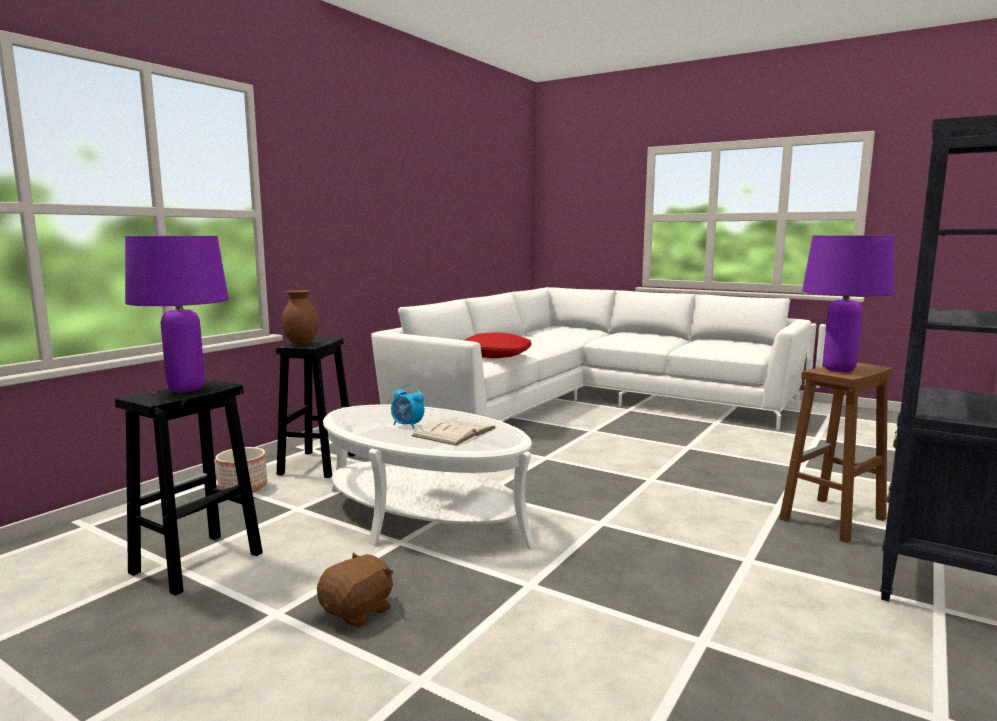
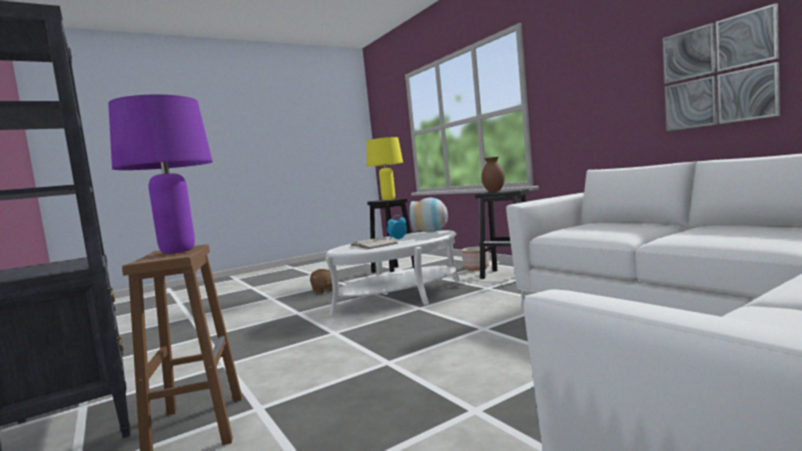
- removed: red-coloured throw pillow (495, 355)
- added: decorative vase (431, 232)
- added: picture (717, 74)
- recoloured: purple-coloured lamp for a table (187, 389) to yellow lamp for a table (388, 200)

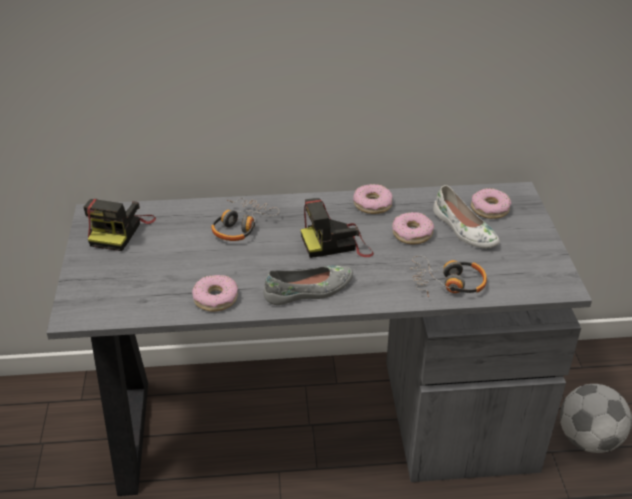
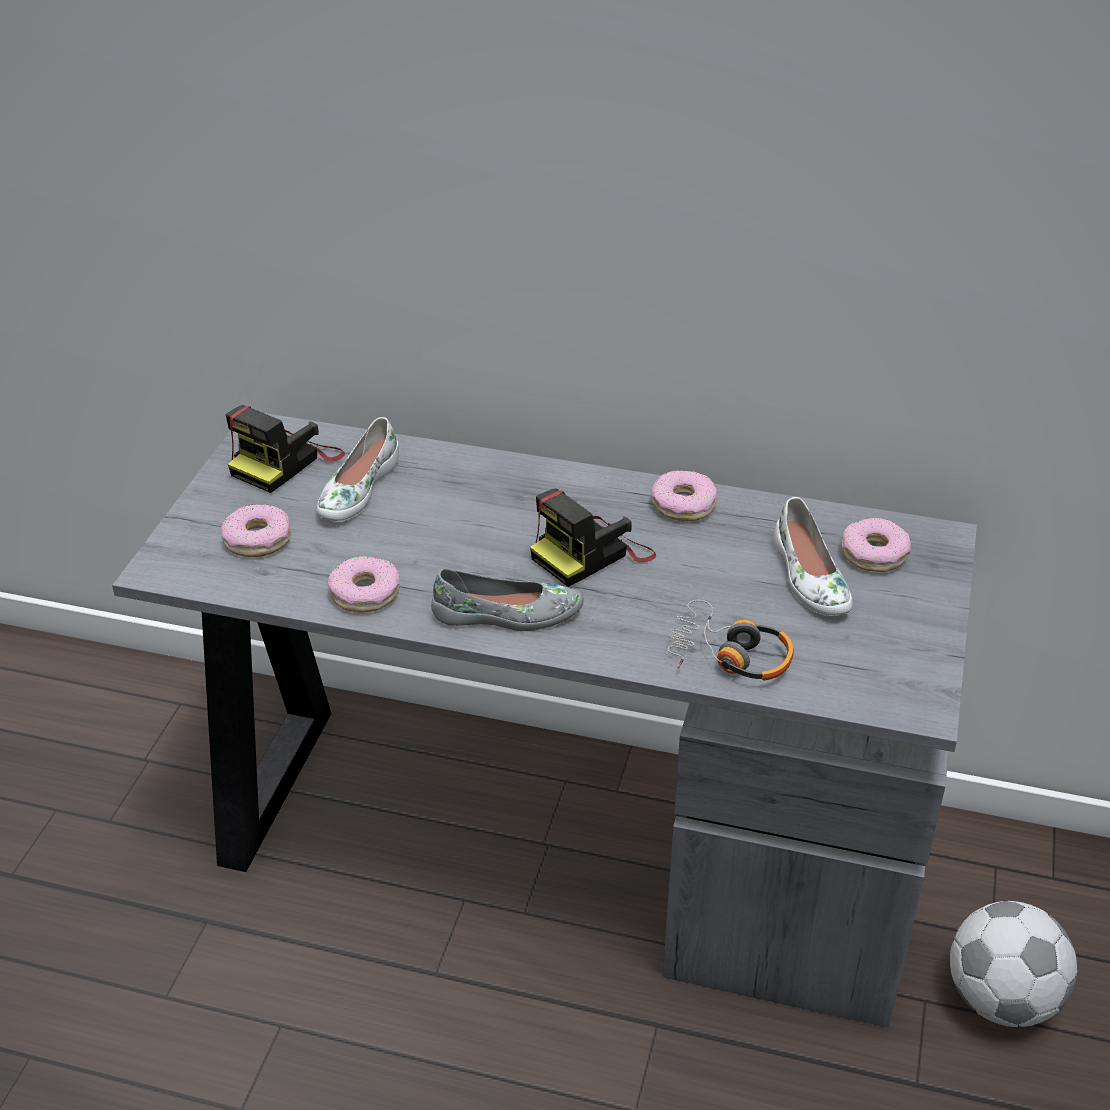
- removed: headset (241, 225)
- added: white item of footwear (357, 489)
- moved: ring doughnut (412, 234) to (257, 540)
- turned: still camera (337, 244) = (591, 554) 45 degrees counterclockwise

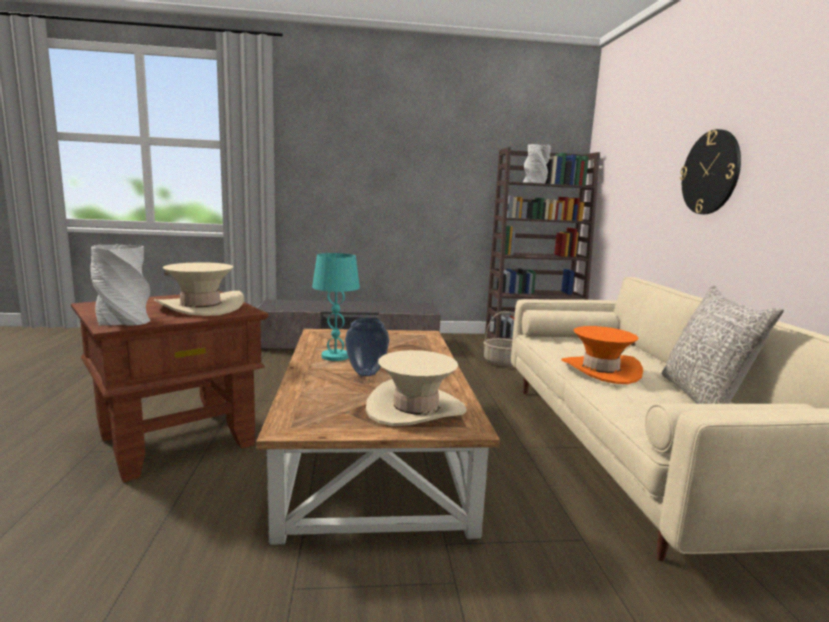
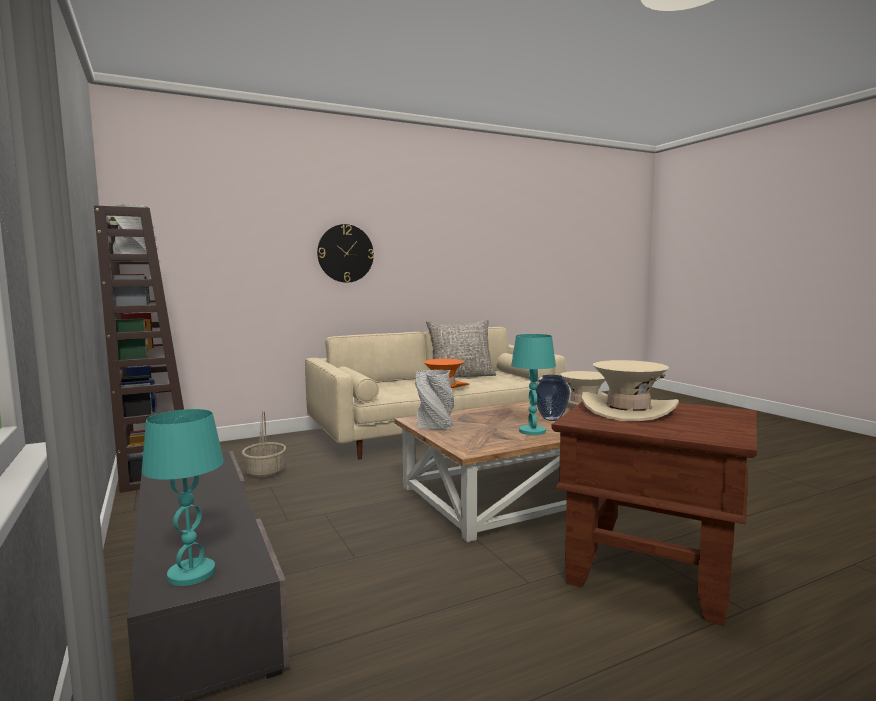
- added: turquoise-coloured lamp for a table (191, 574)
- moved: greyish decorative vase (123, 321) to (435, 426)

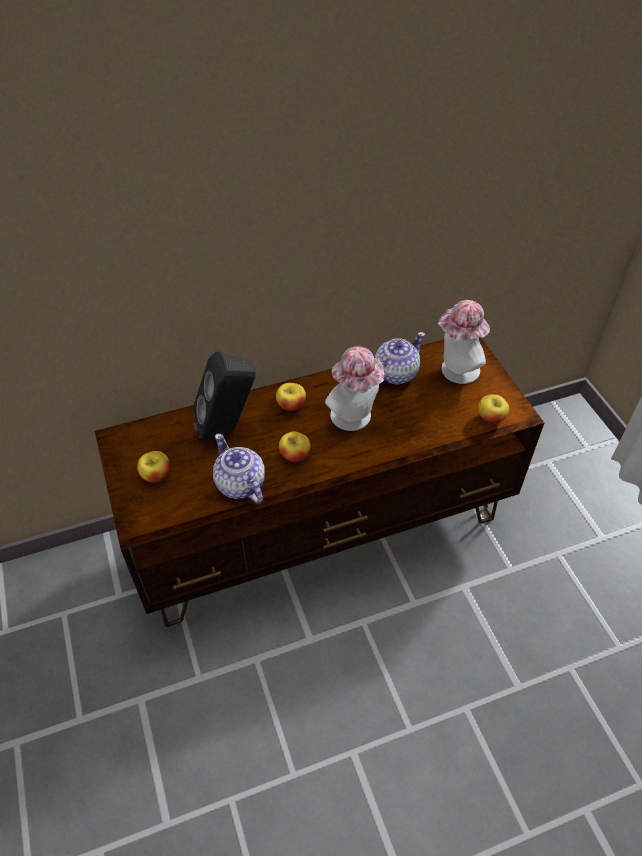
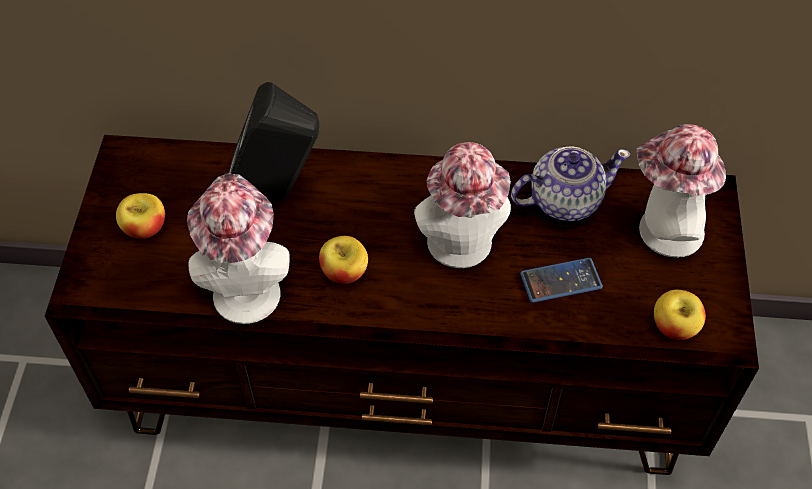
- removed: whole apple (291, 405)
- added: handset (561, 281)
- replaced: pot for tea (240, 485) to hat (245, 286)

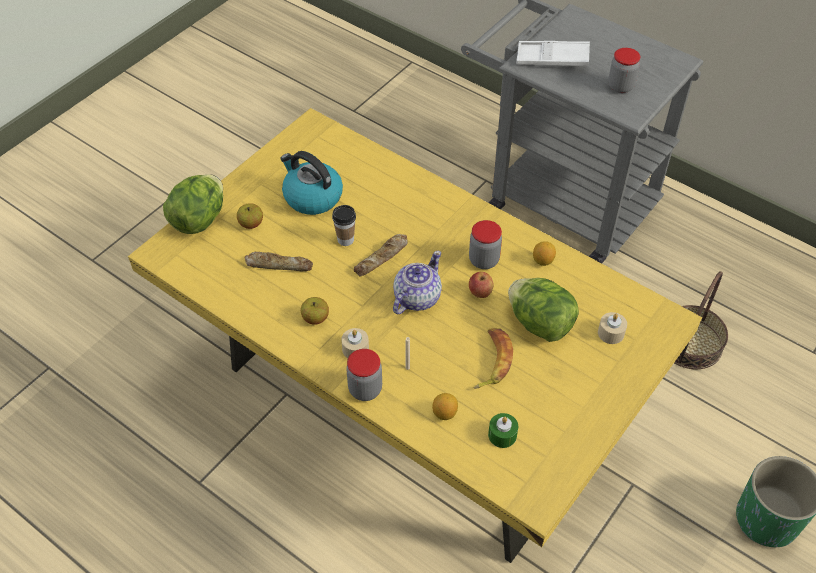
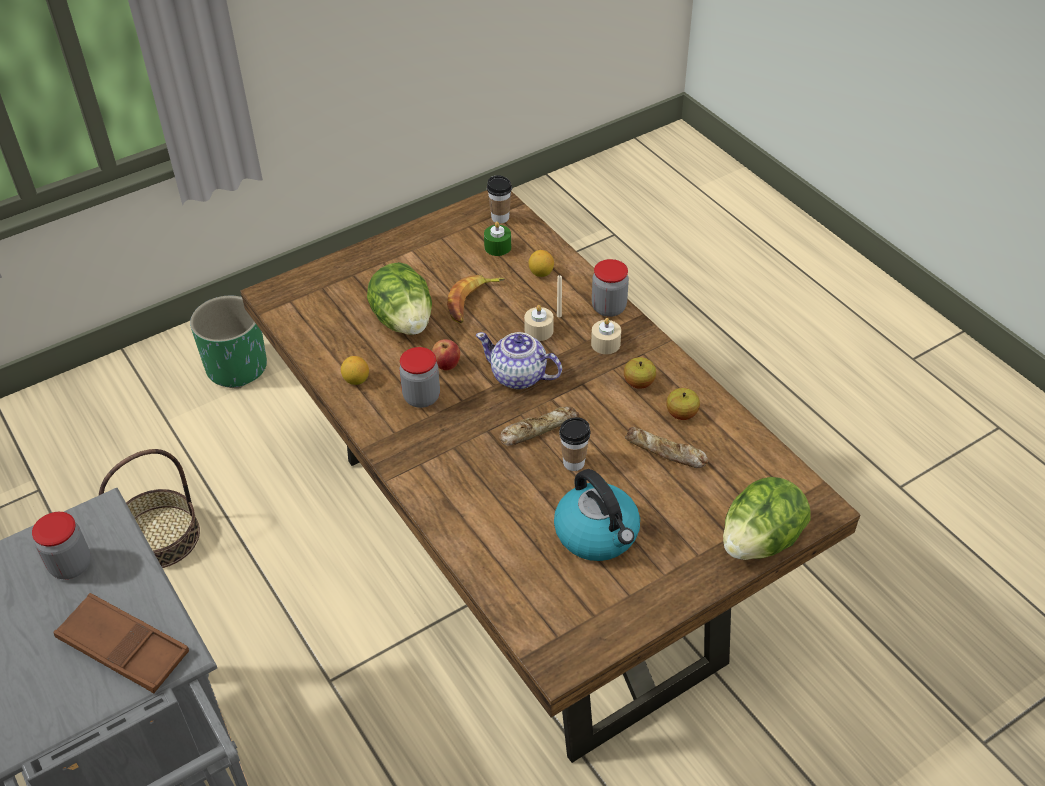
- added: drinking cup (500, 218)
- moved: whole apple (251, 224) to (681, 414)
- moved: sand-coloured candle (611, 333) to (539, 330)
- recoloured: yellow dining table (405, 408) to brown-coloured dining table (528, 558)
- recoloured: white serving tray (552, 58) to brown-coloured serving tray (124, 648)
- turned: pot for tea (416, 298) = (519, 376) 60 degrees clockwise

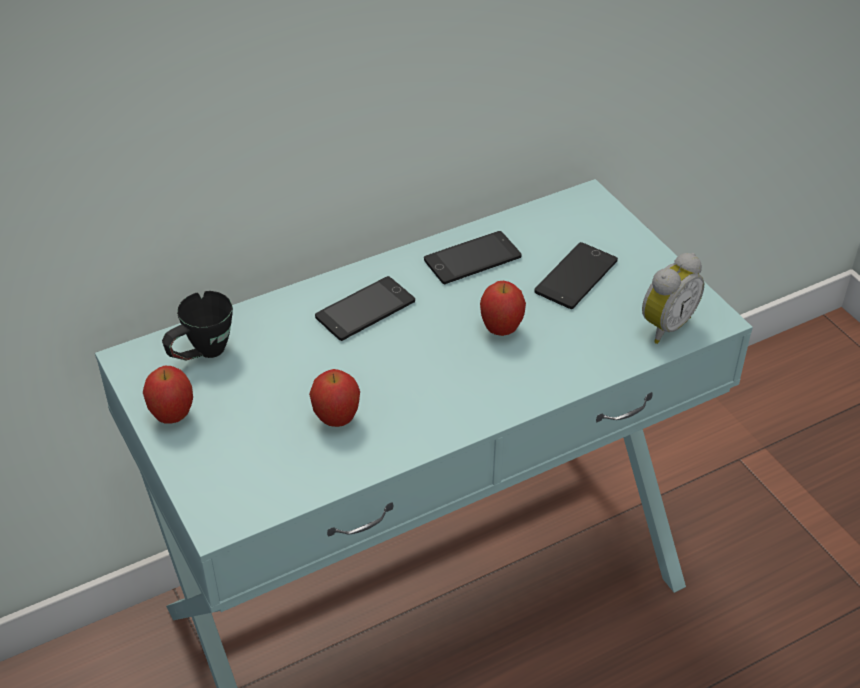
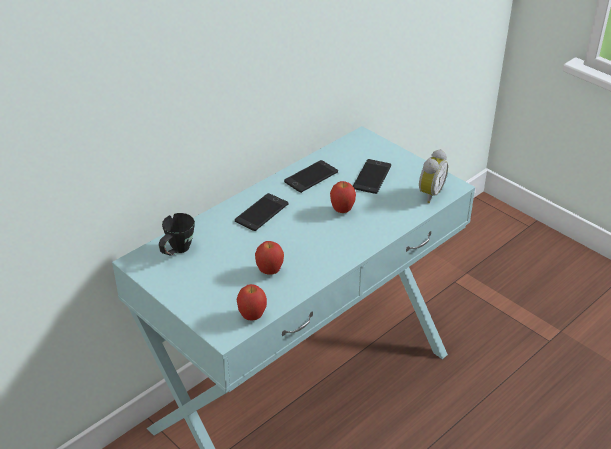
- moved: whole apple (172, 416) to (252, 316)

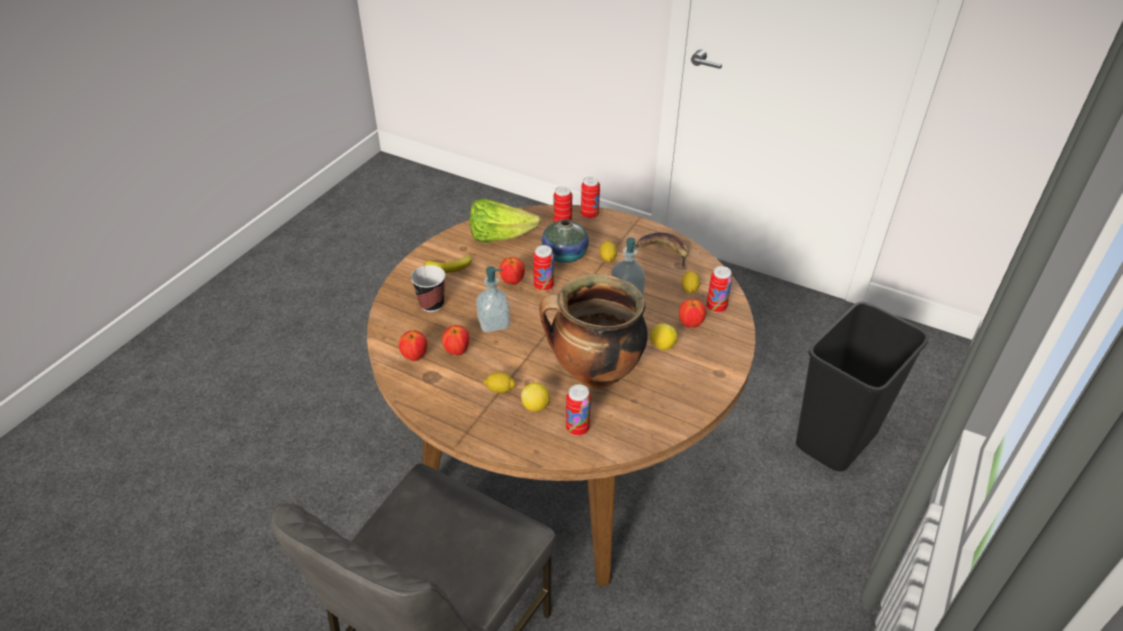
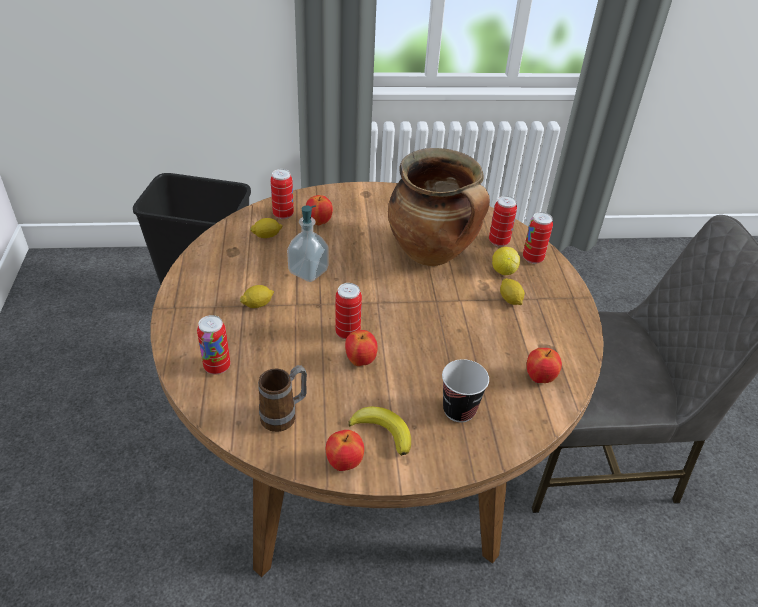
- removed: soap bottle (494, 323)
- removed: decorative vase (565, 255)
- removed: banana (664, 251)
- removed: whole lemon (662, 346)
- moved: whole apple (457, 351) to (344, 463)
- moved: sealed can (589, 215) to (533, 258)
- replaced: head of lettuce (499, 237) to tea mug (285, 415)

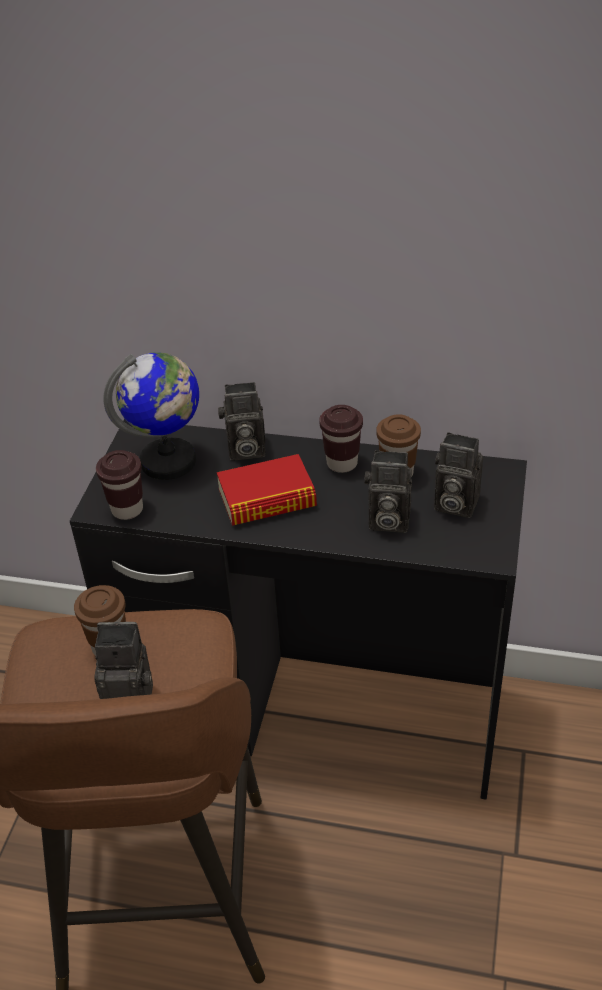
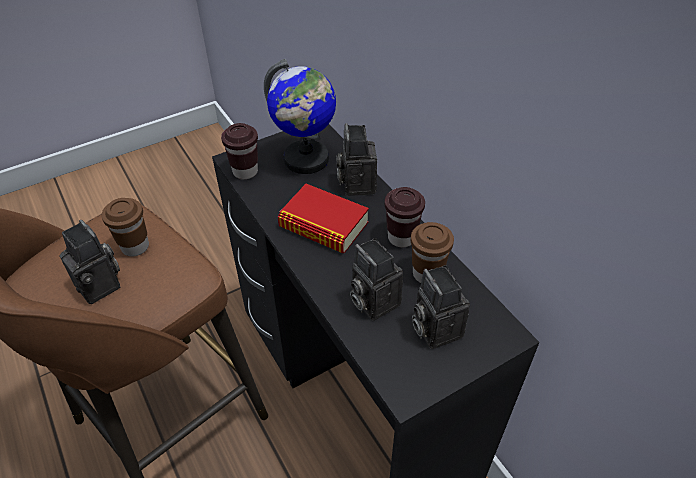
- turned: still camera (244, 450) = (356, 183) 45 degrees clockwise

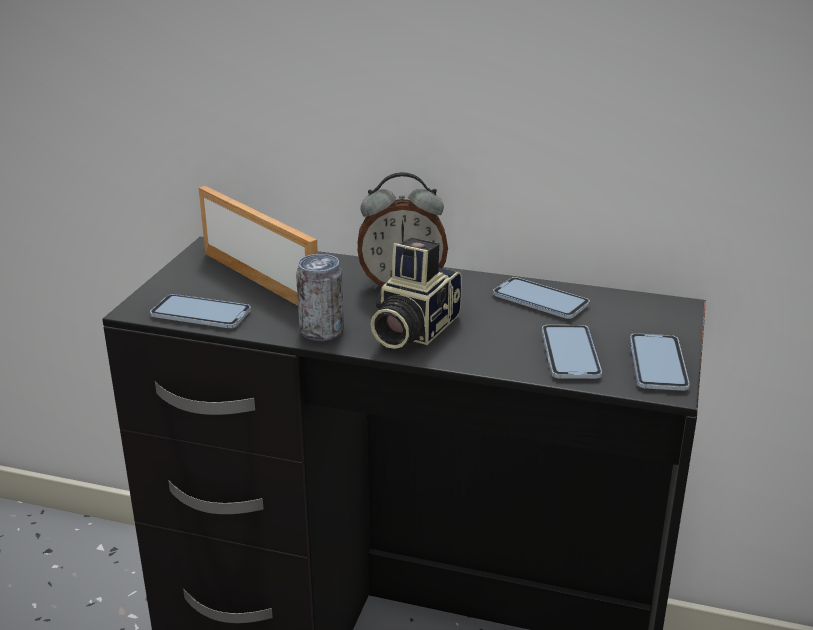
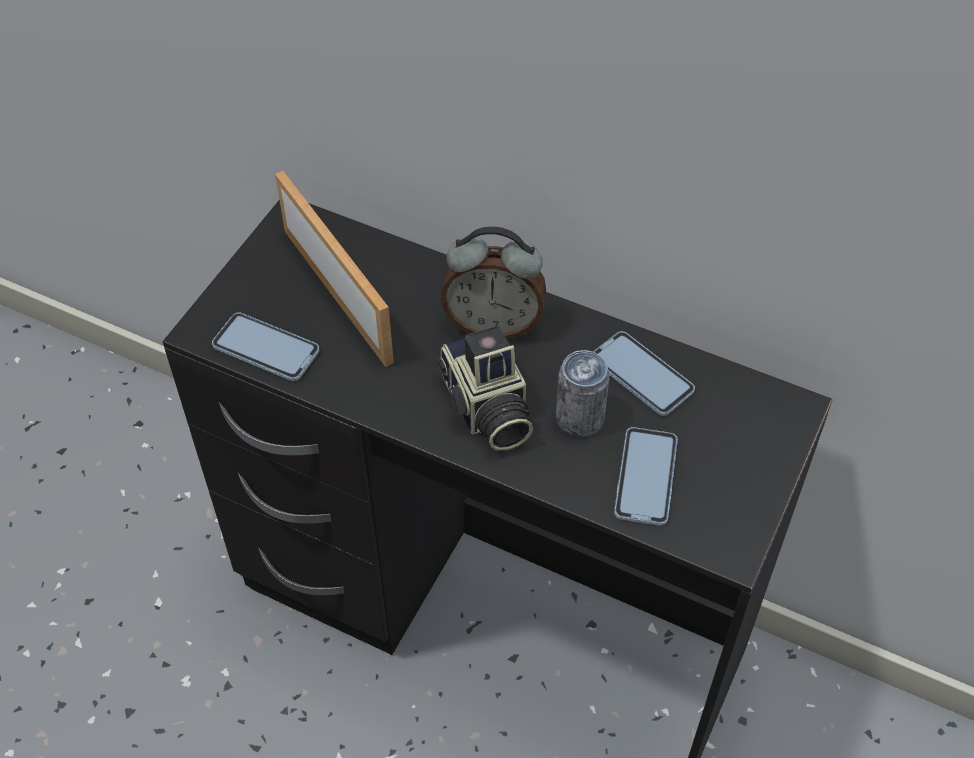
- removed: handset (658, 364)
- moved: sealed can (321, 332) to (579, 419)
- turned: still camera (412, 329) = (486, 409) 60 degrees counterclockwise

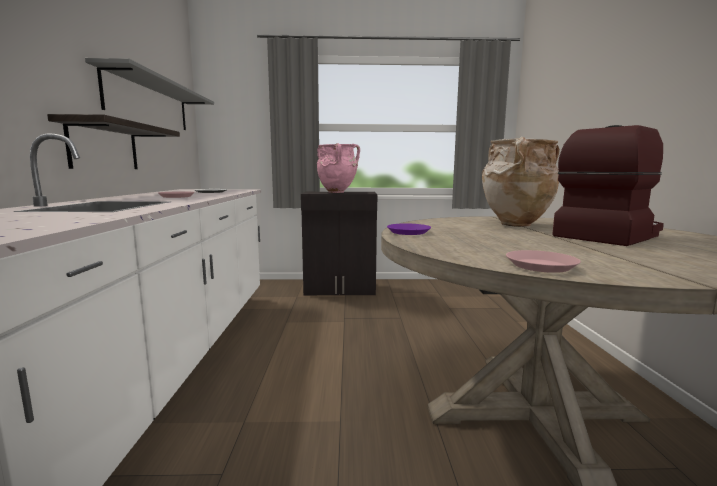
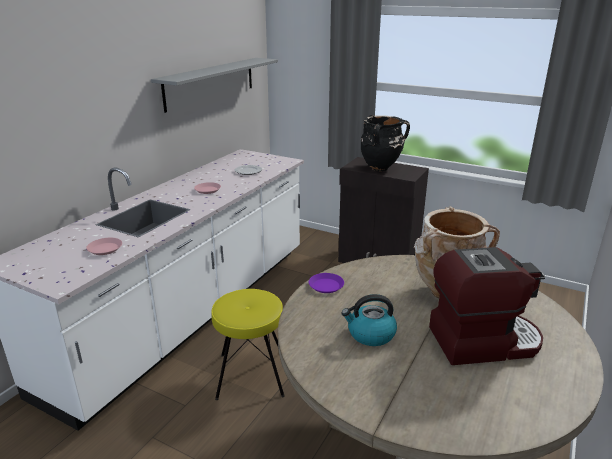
- removed: wall shelf (104, 146)
- added: yellow sitting stool (251, 375)
- added: tea kettle (370, 334)
- moved: pink-coloured flat dish (540, 266) to (105, 249)
- recoloured: pink-coloured decorative vase (337, 192) to blackish decorative vase (380, 169)

